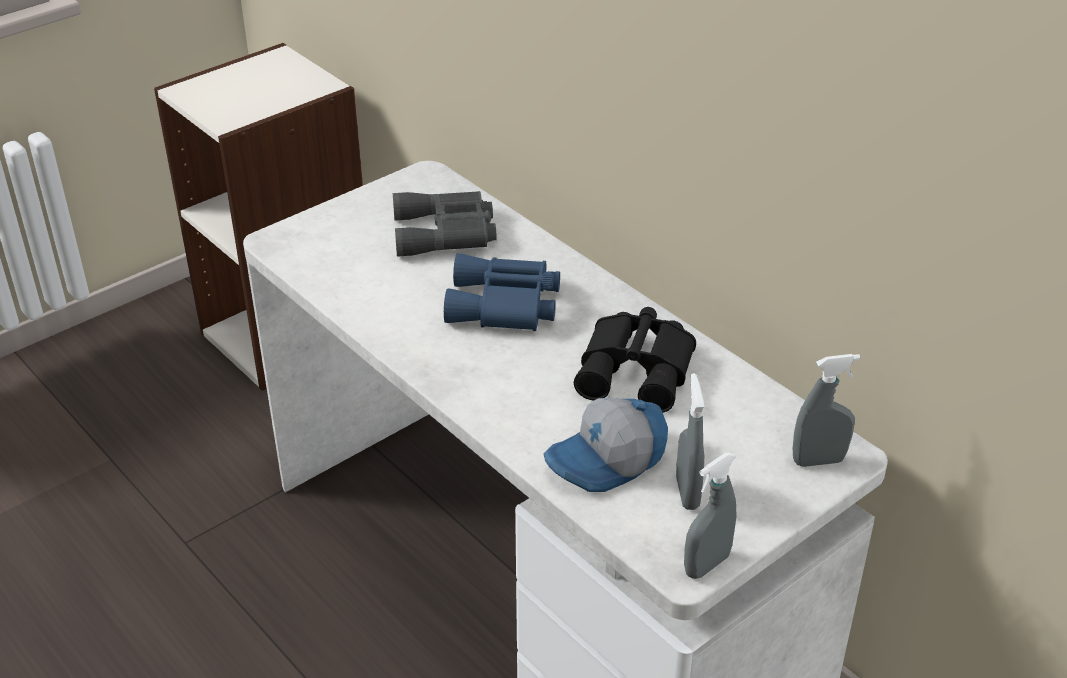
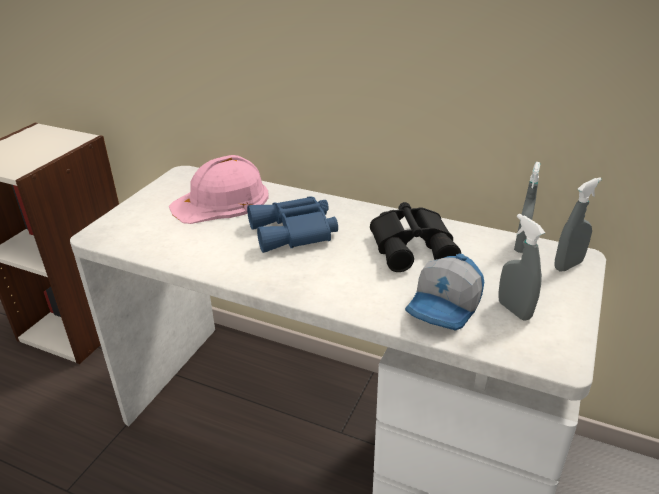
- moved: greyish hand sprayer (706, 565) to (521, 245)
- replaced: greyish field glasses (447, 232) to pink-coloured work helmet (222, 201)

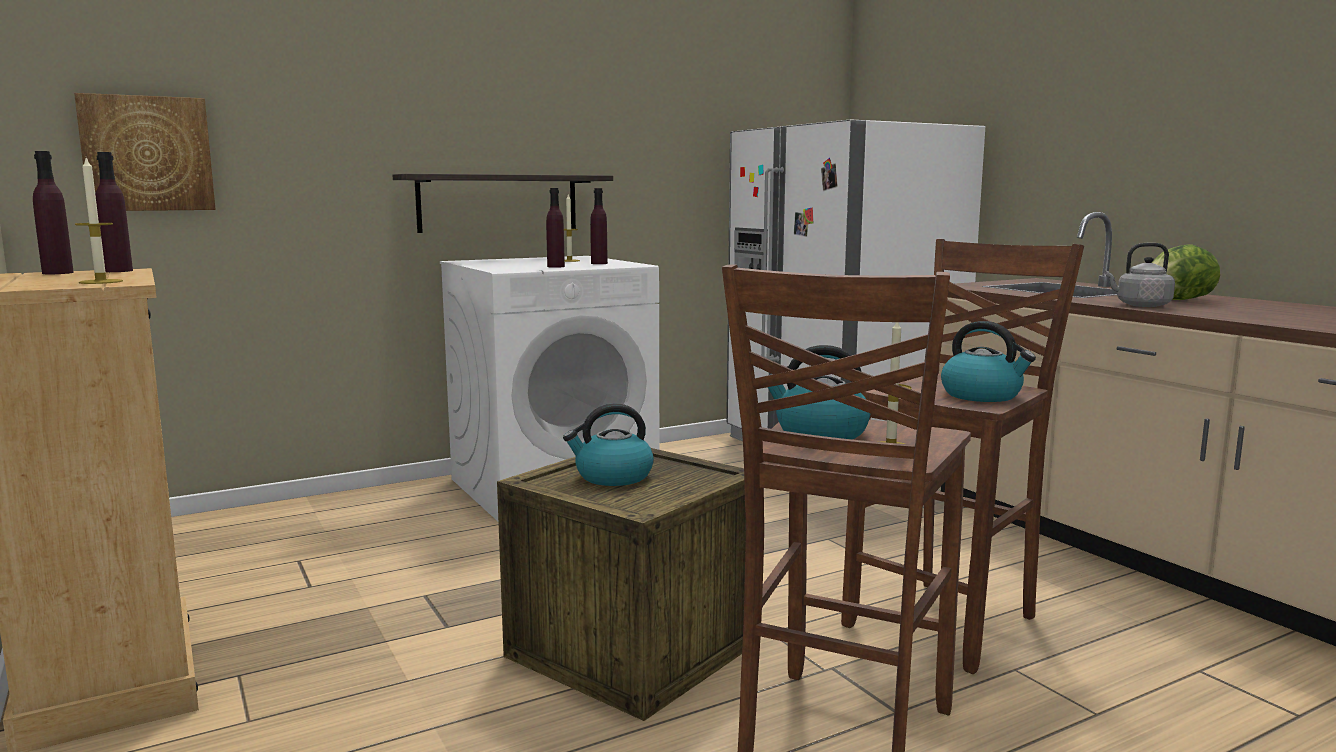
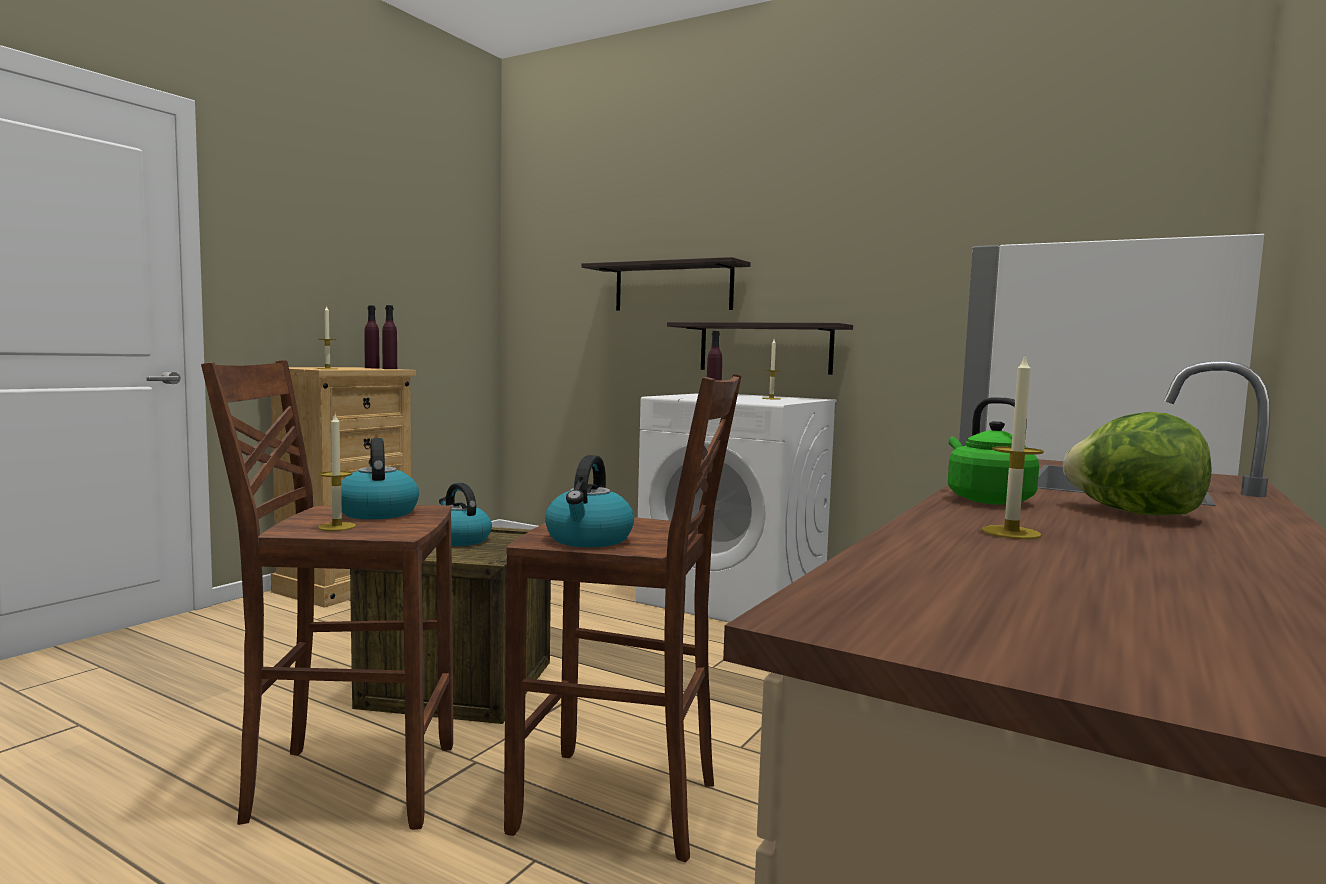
- removed: picture (147, 154)
- removed: purple-coloured beverage bottle (599, 263)
- added: wall shelf (673, 287)
- added: candle (1011, 532)
- recoloured: greyish tea kettle (1140, 305) to green-coloured tea kettle (986, 499)

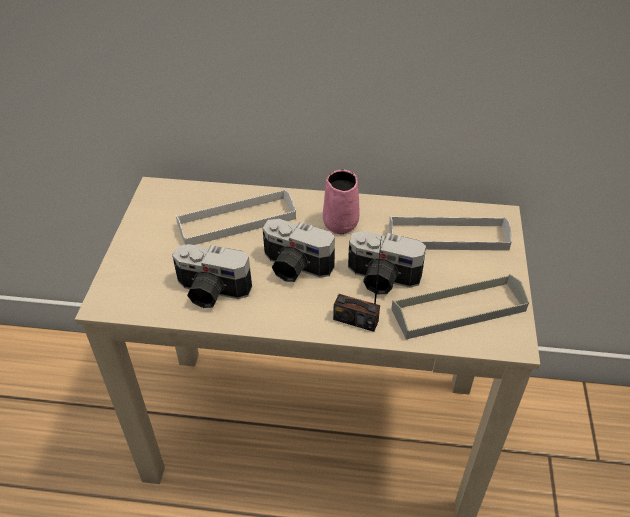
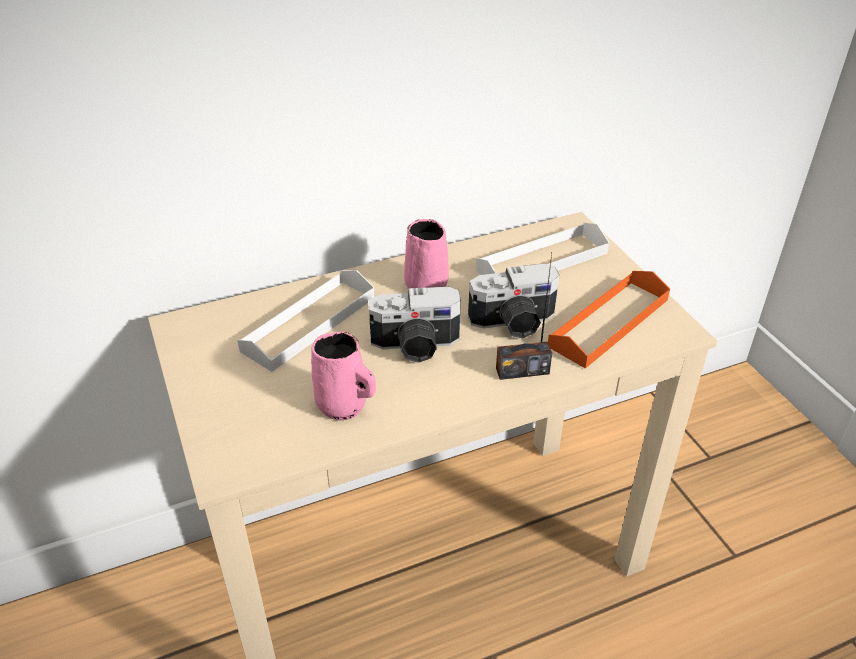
- replaced: still camera (211, 292) to pink-coloured tea mug (344, 406)
- recoloured: greyish serving tray (458, 310) to orange-coloured serving tray (609, 322)

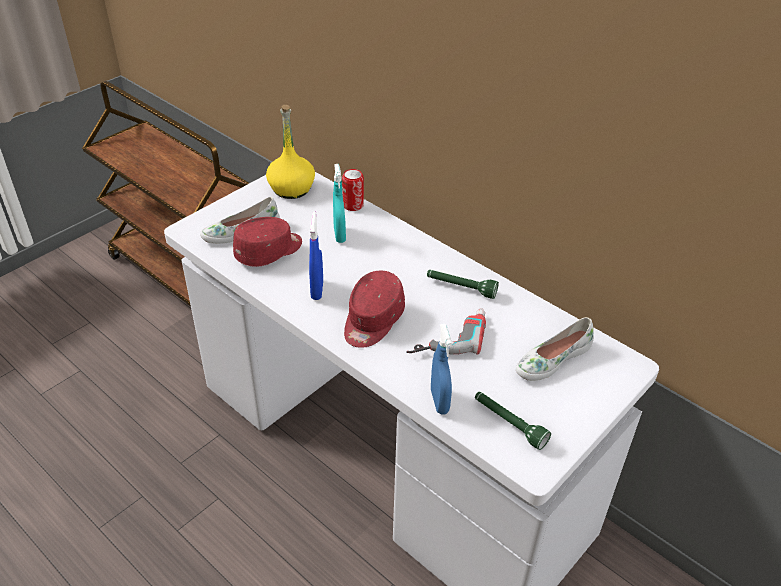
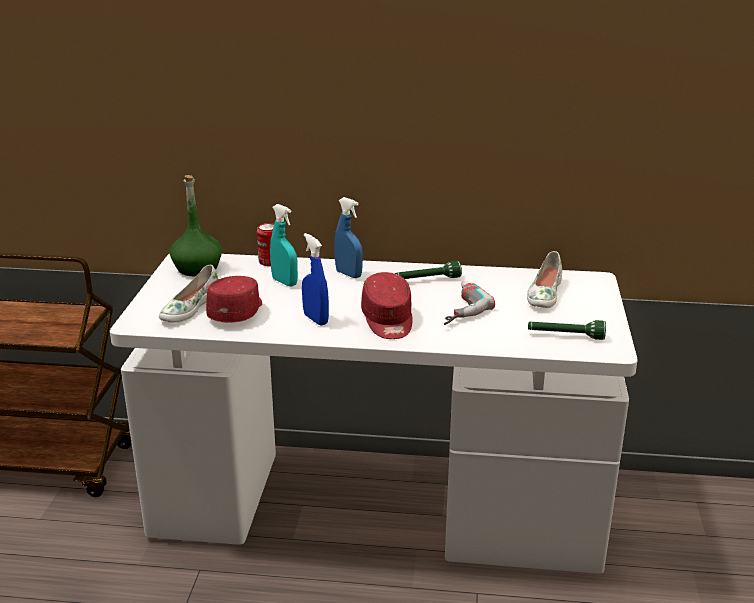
- moved: bluish hand sprayer (439, 401) to (348, 274)
- recoloured: yellow beverage bottle (292, 189) to green-coloured beverage bottle (197, 268)

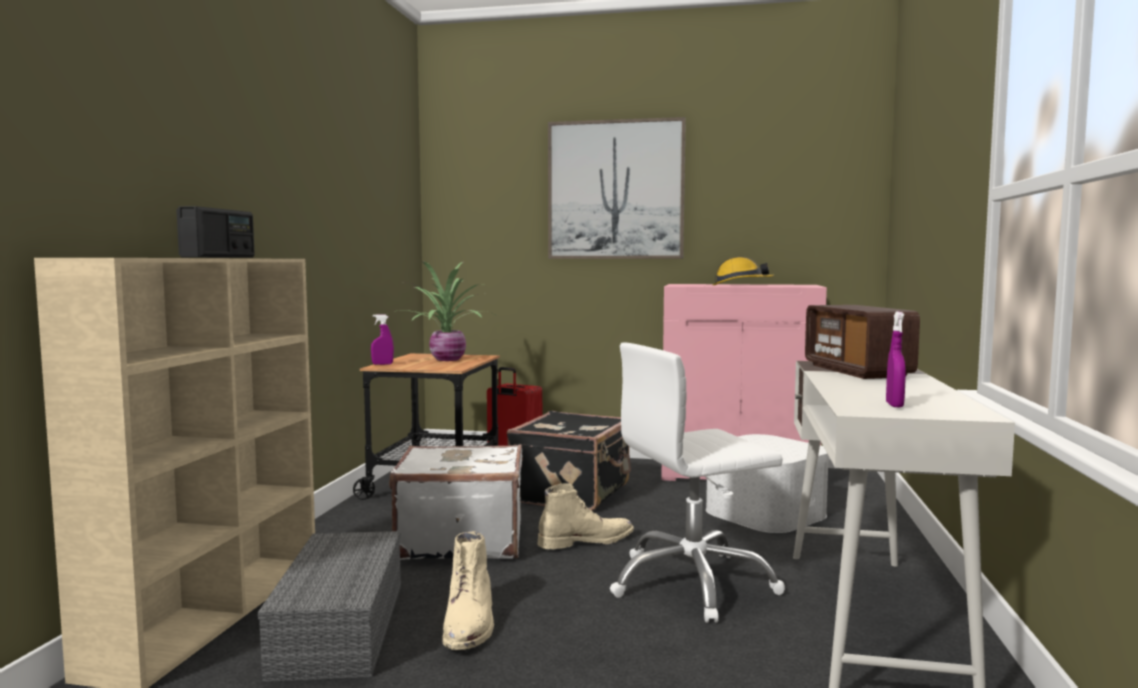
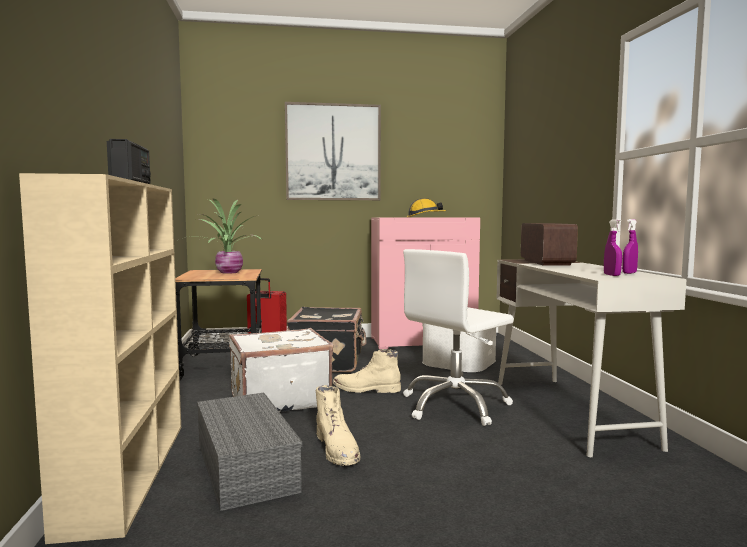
- moved: purple-coloured hand sprayer (382, 364) to (629, 273)
- turned: sand-coloured tall boot (586, 541) = (365, 389) 120 degrees counterclockwise
- turned: radio set (857, 371) = (546, 262) 150 degrees counterclockwise

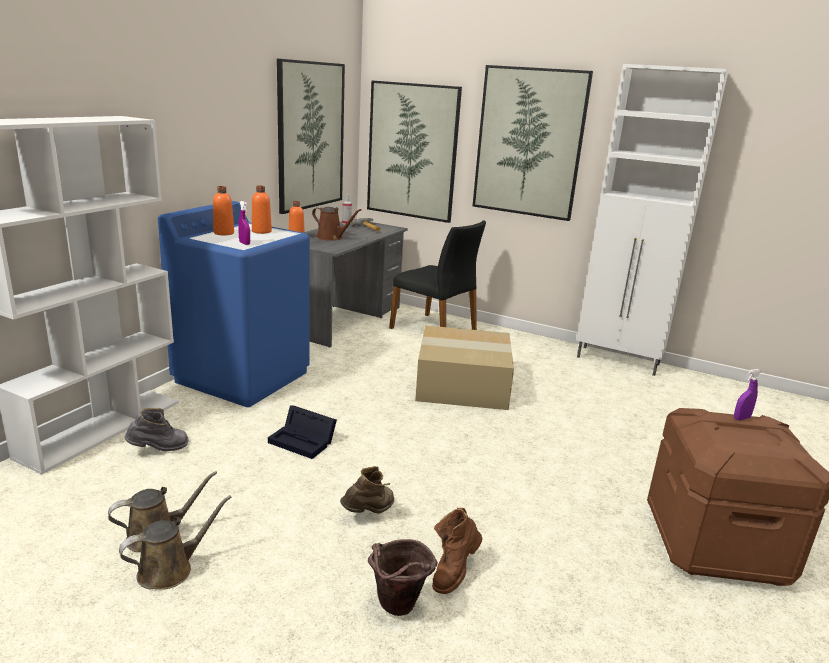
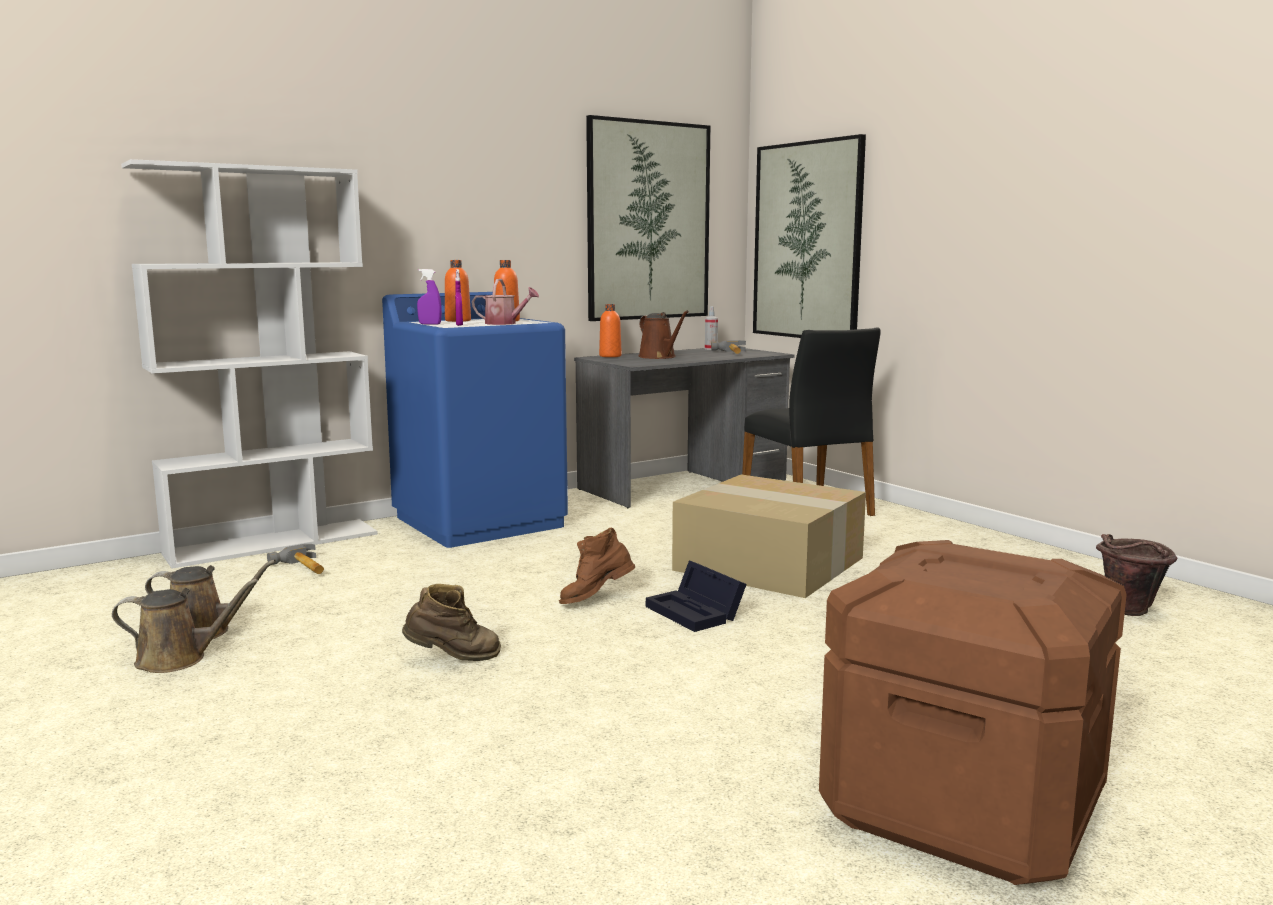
- removed: picture (529, 143)
- removed: white storage cabinet (619, 361)
- added: watering can (505, 323)
- moved: blackish storage box (304, 441) to (697, 613)
- moved: brown-coloured bucket (397, 609) to (1127, 612)
- moved: brown-coloured tall boot (454, 572) to (596, 599)
- moved: purple-coloured hand sprayer (741, 418) to (430, 324)
- replaced: greyish tall boot (159, 450) to hammer (302, 568)

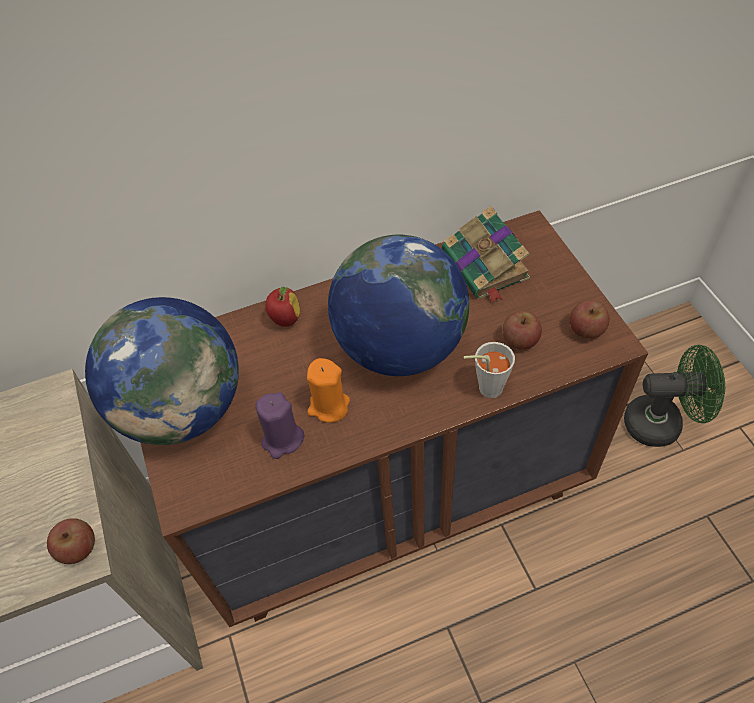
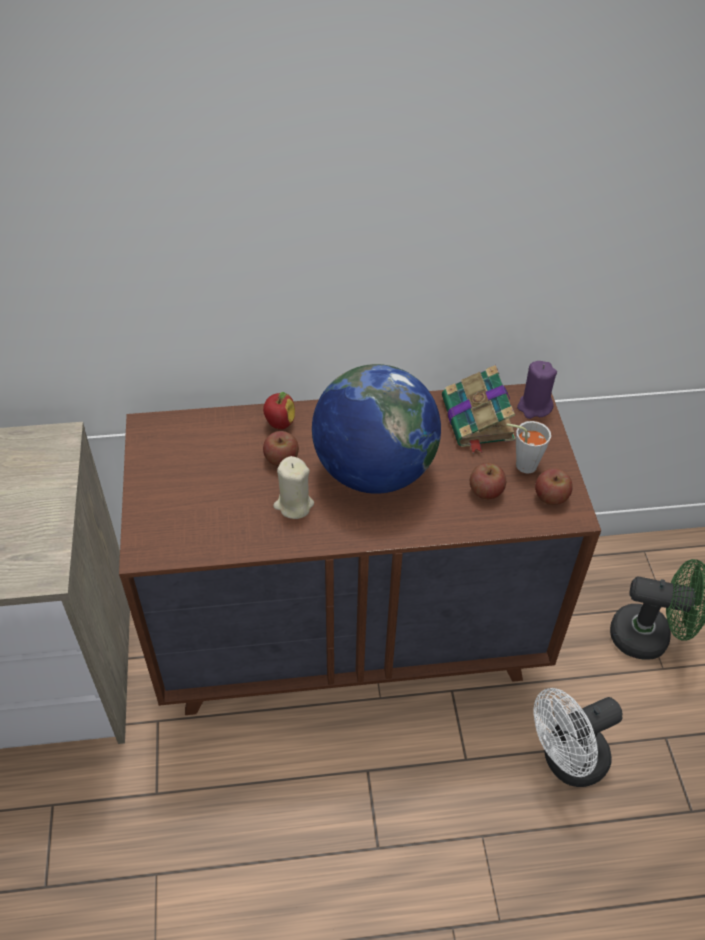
- removed: world globe (183, 409)
- added: white fan (566, 762)
- moved: whole apple (78, 548) to (281, 459)
- moved: purple-coloured candle (282, 439) to (534, 407)
- moved: greyish drinking cup (484, 388) to (521, 464)
- recoloured: orange-coloured candle (328, 406) to sand-coloured candle (293, 505)

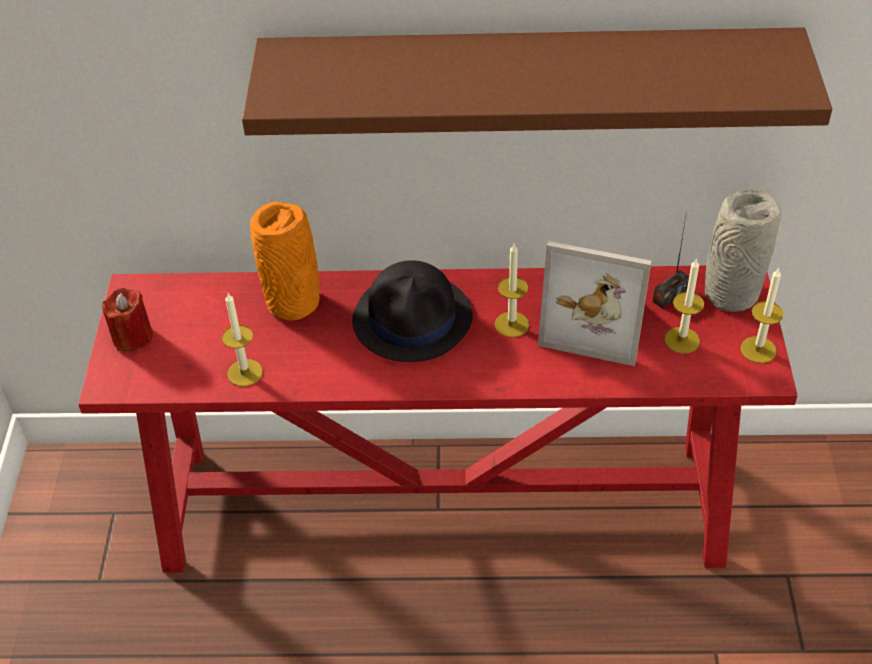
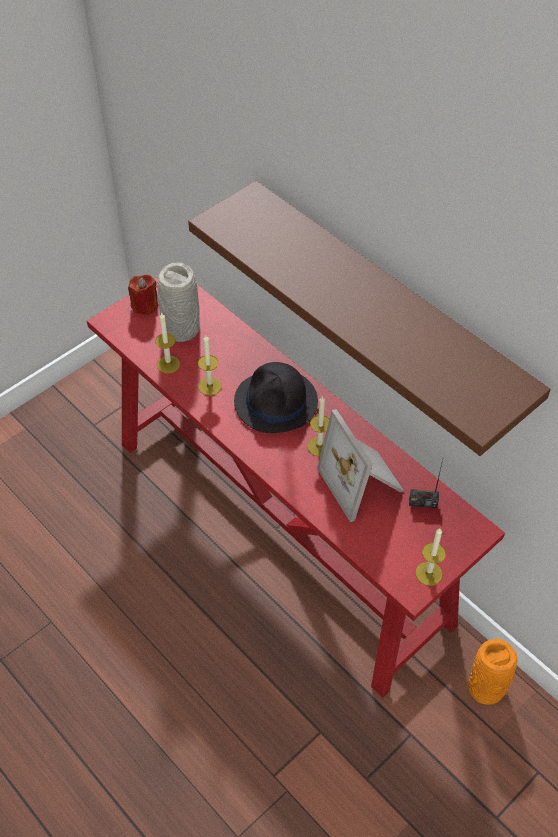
- moved: orange-coloured decorative vase (294, 302) to (487, 688)
- moved: candle (682, 340) to (210, 386)
- moved: greyish decorative vase (729, 293) to (181, 329)

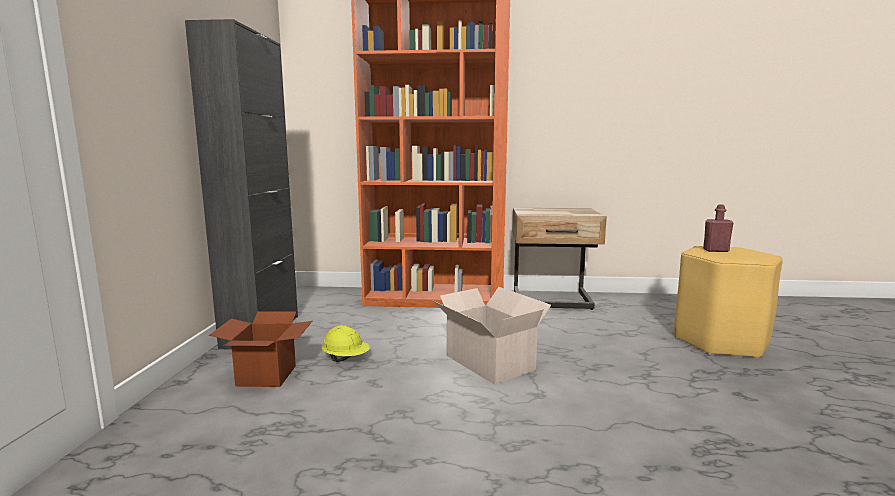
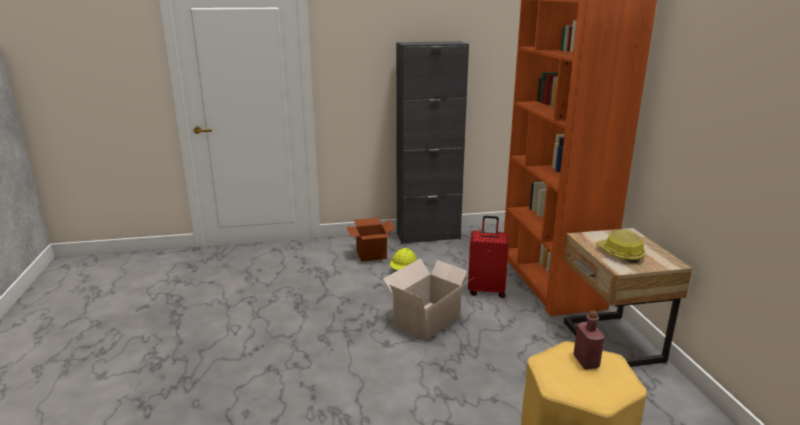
- added: red-coloured travel case (486, 290)
- added: work helmet (619, 254)

